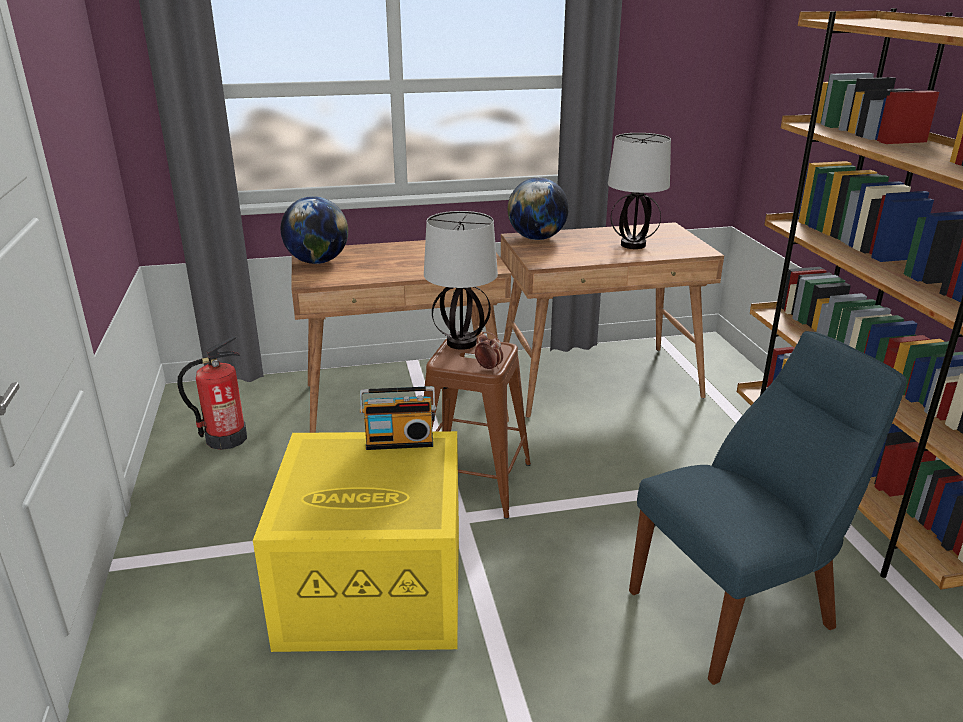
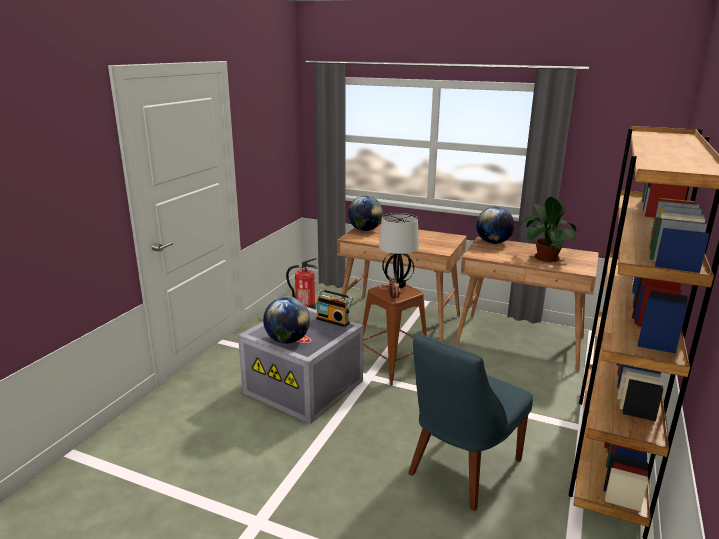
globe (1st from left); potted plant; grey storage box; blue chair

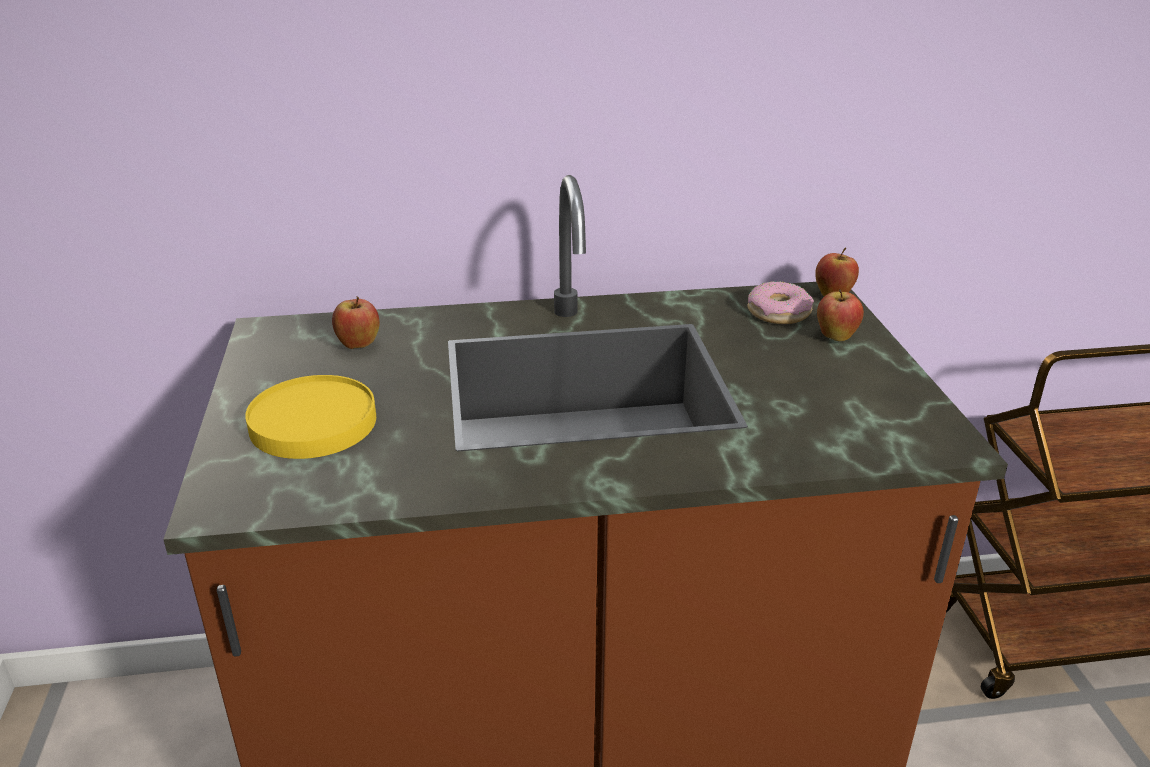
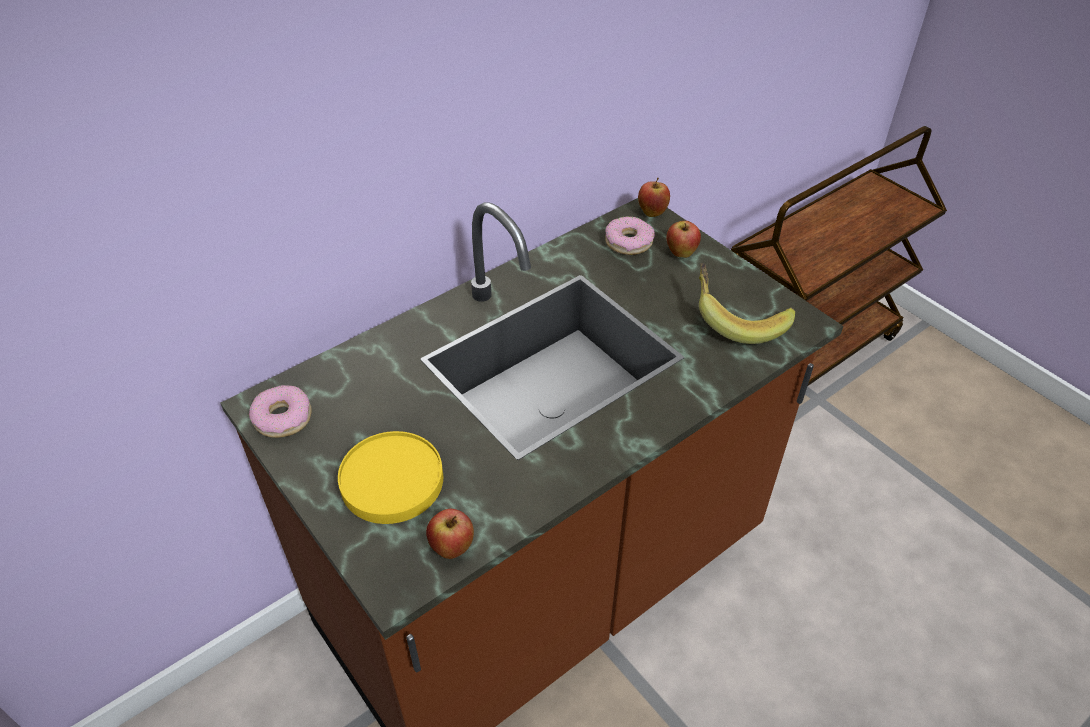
donut (1st from left); banana; apple (1st from left)

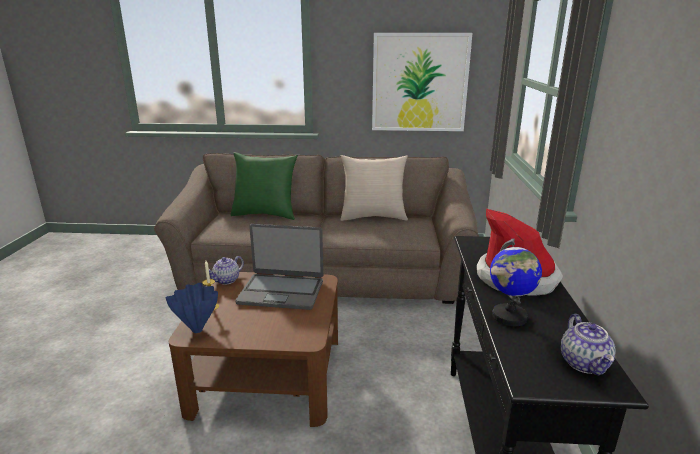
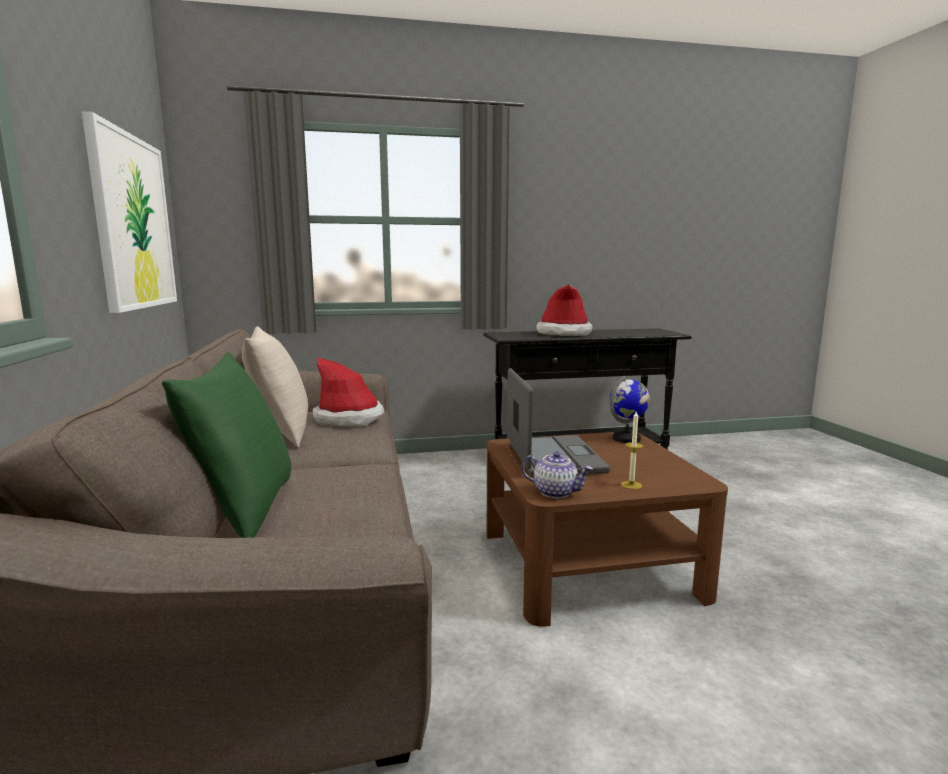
blue vase; teapot (2nd from left in the first image); hat (1st from left); globe

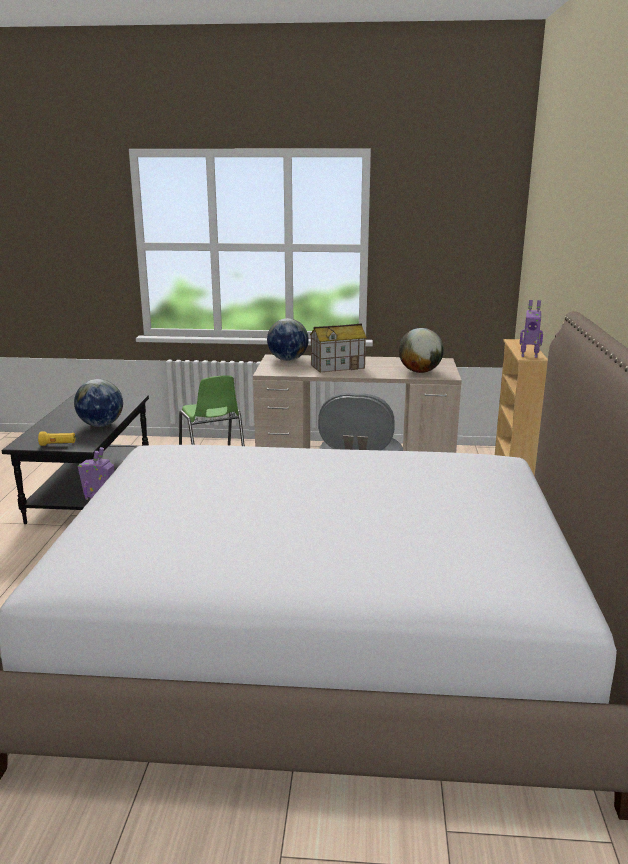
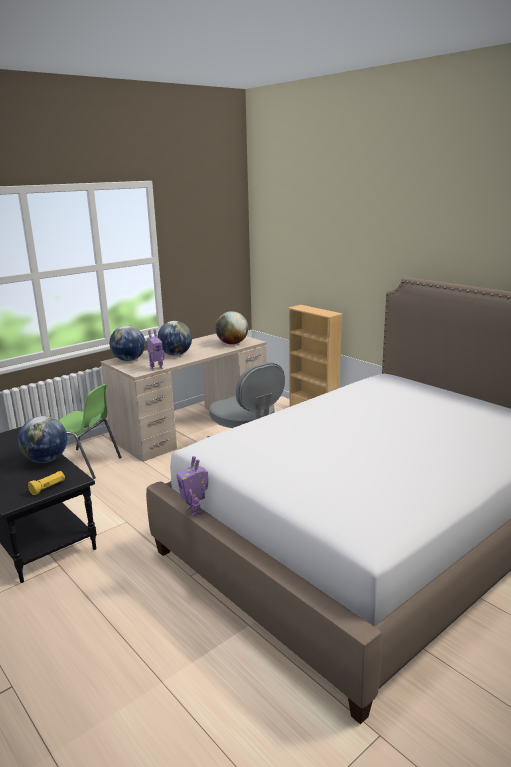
toy robot (1st from left); globe (3rd from left)

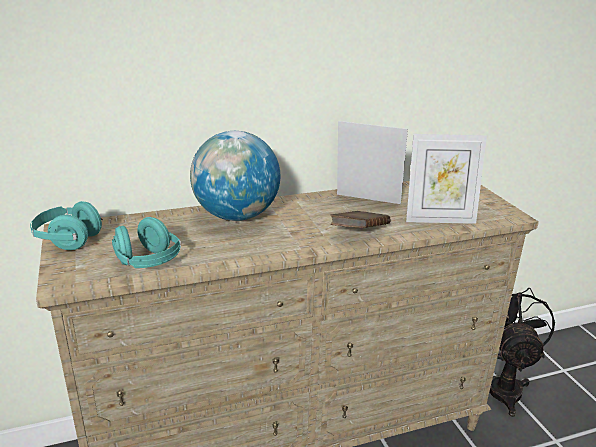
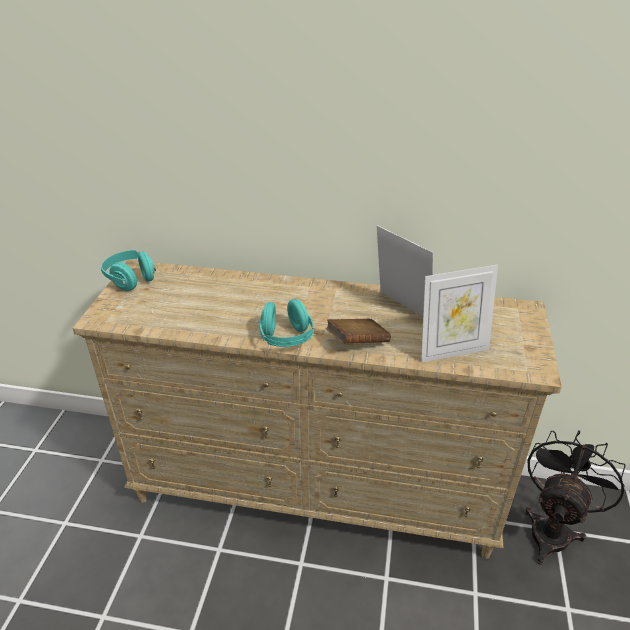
globe; turquoise headphones (2nd from left); picture frame (2nd from left)

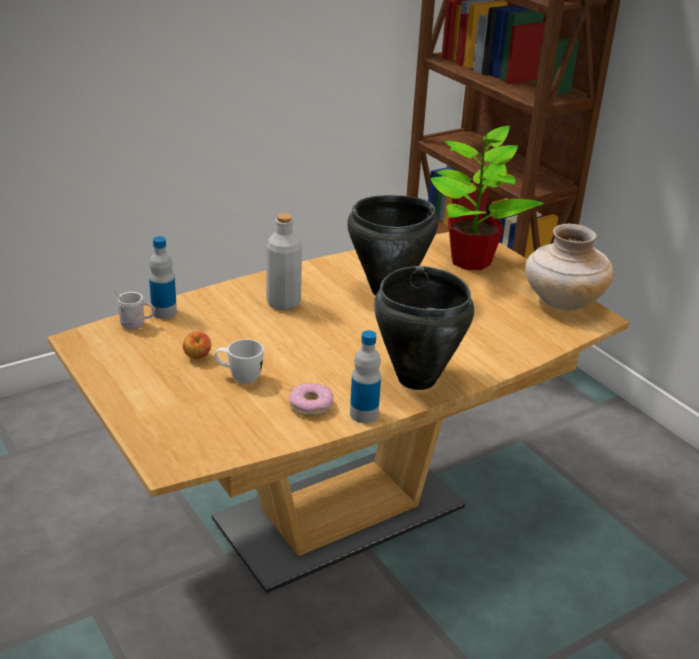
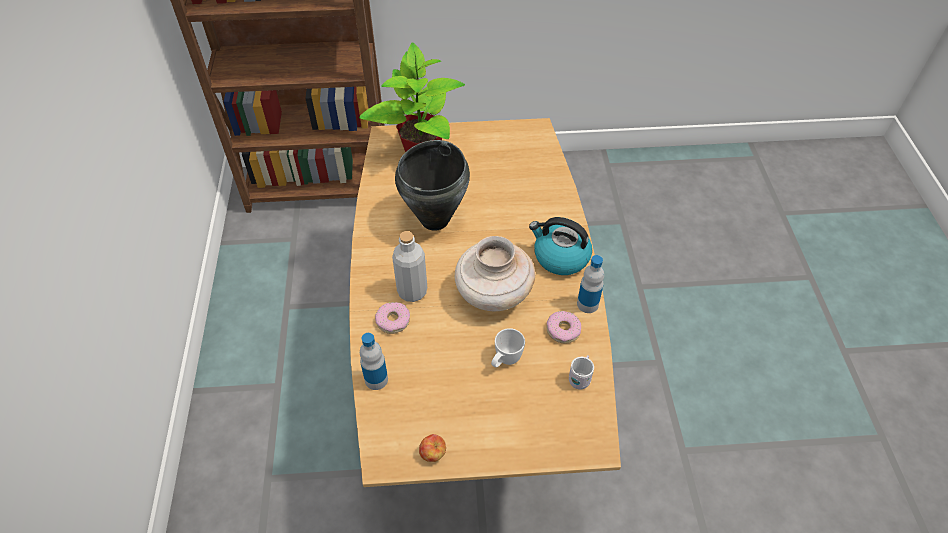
donut (1st from left); white mug (2nd from left); apple; beige vase; kettle

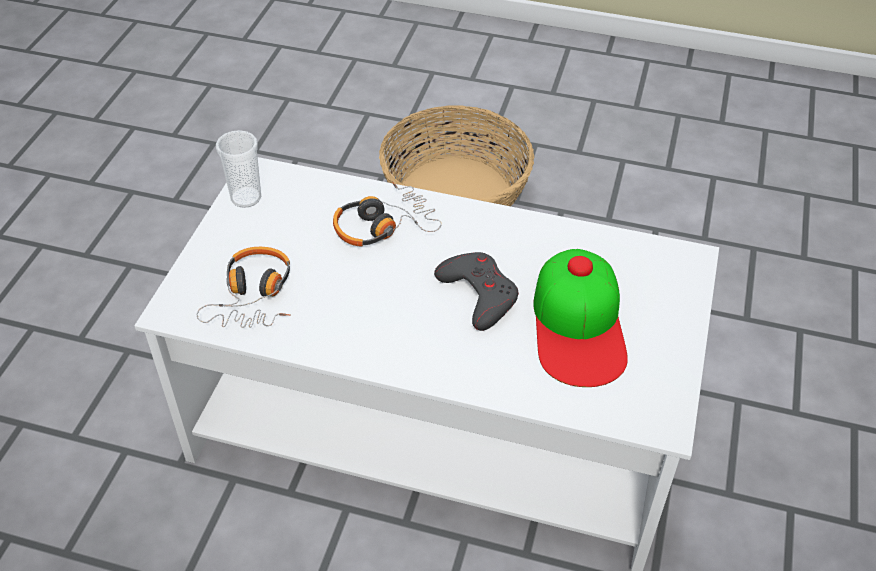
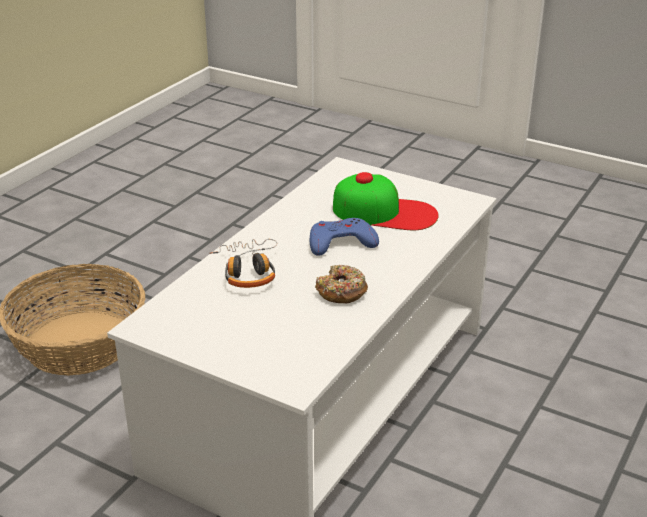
headphones (1st from left in the first image); cup; donut; blue game controller

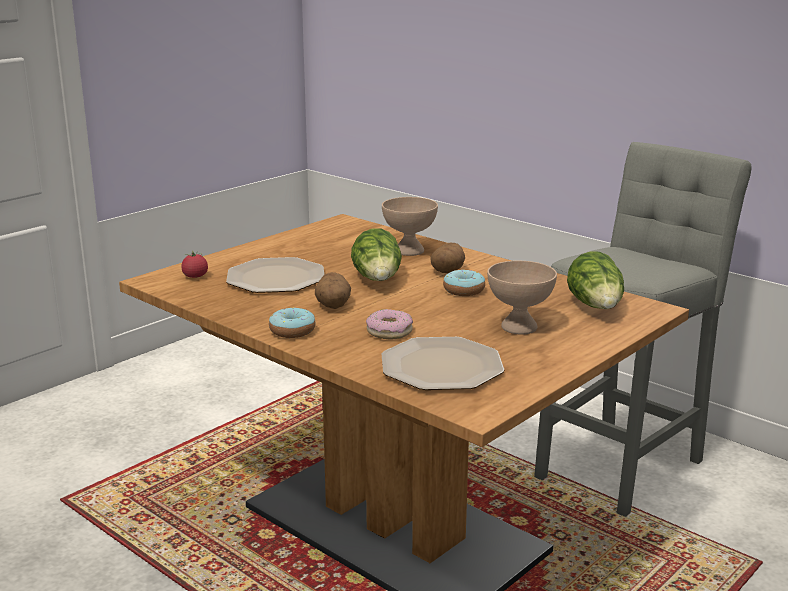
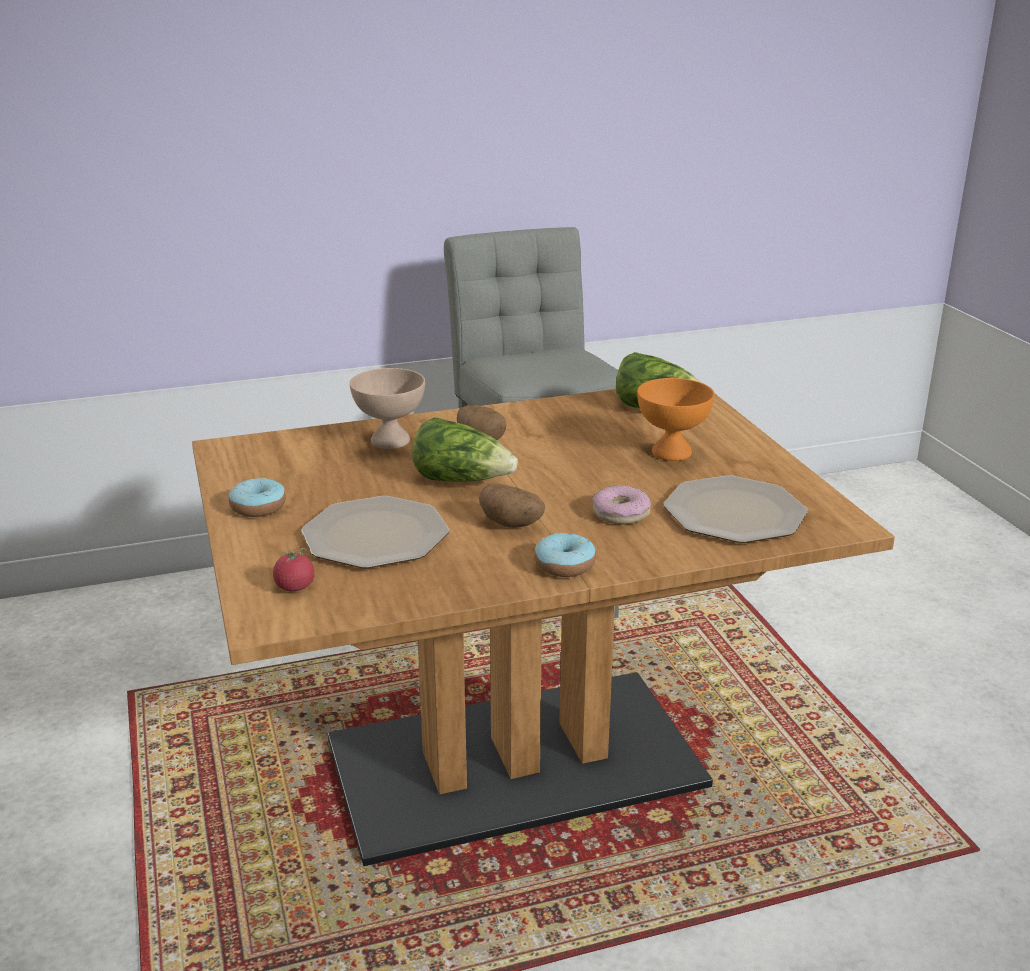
donut (1st from left); orange bowl

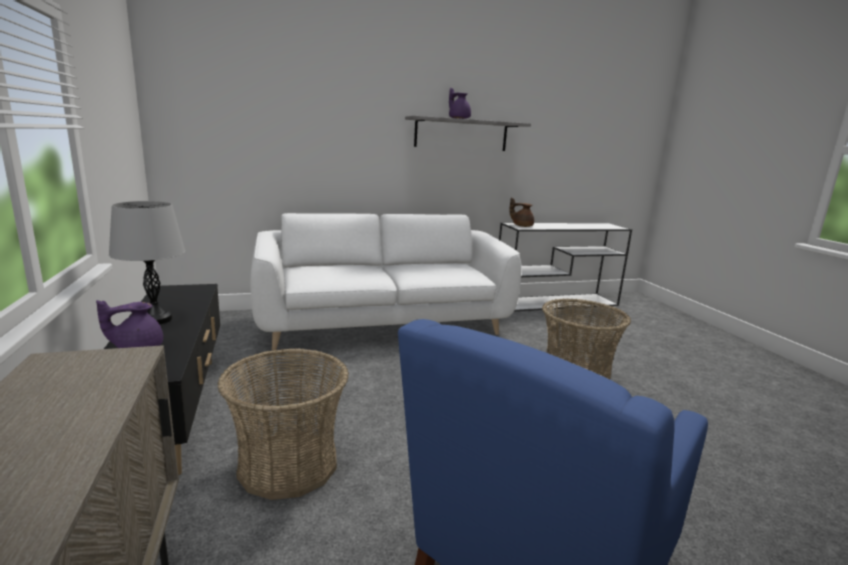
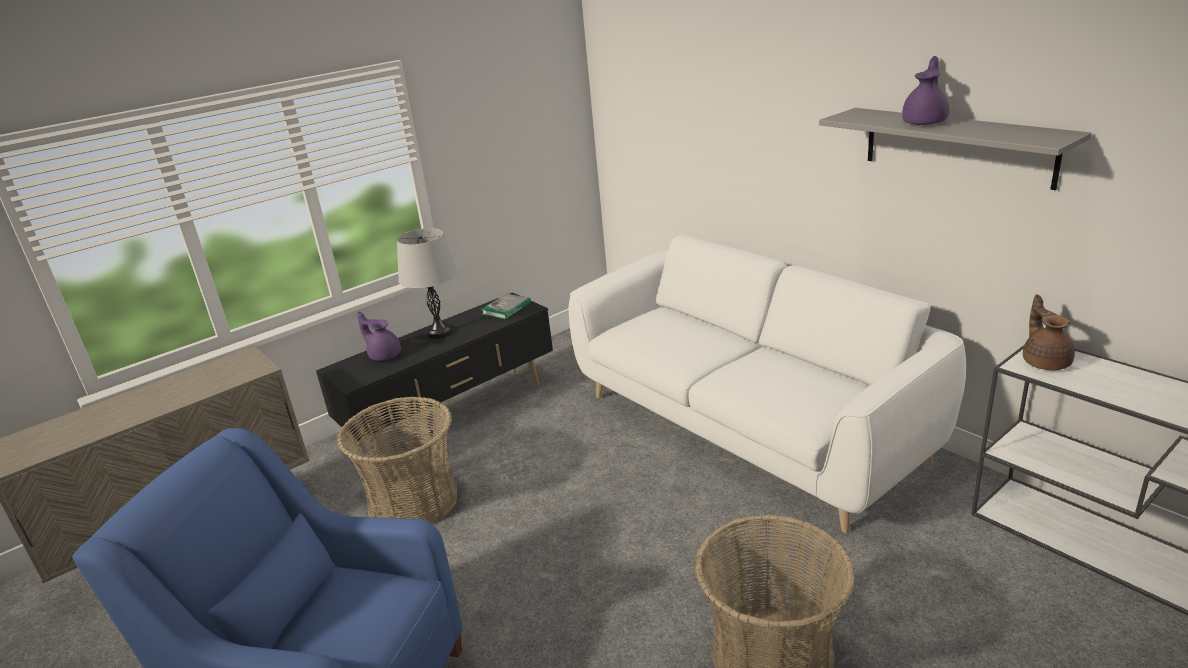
book

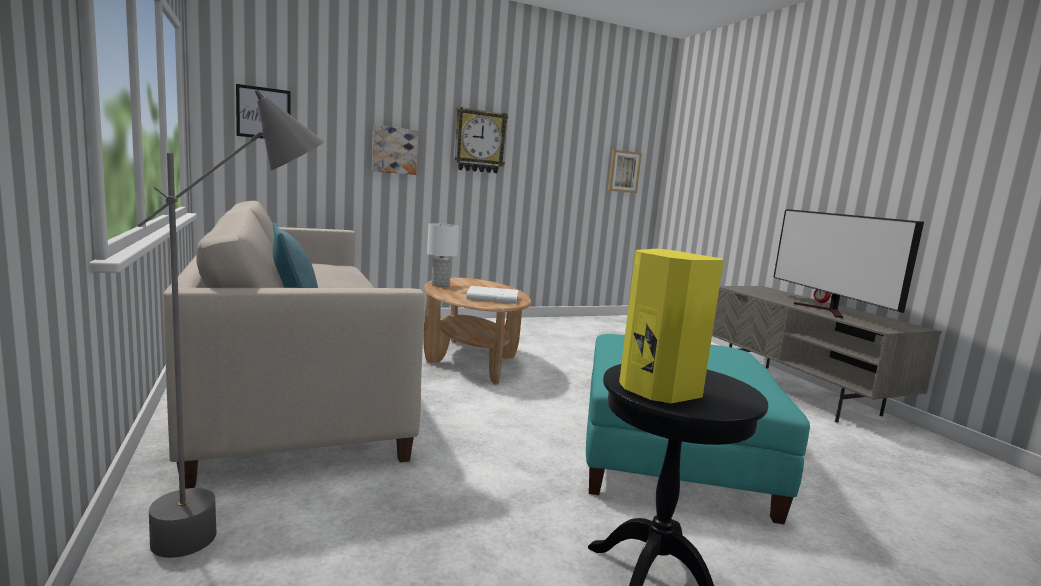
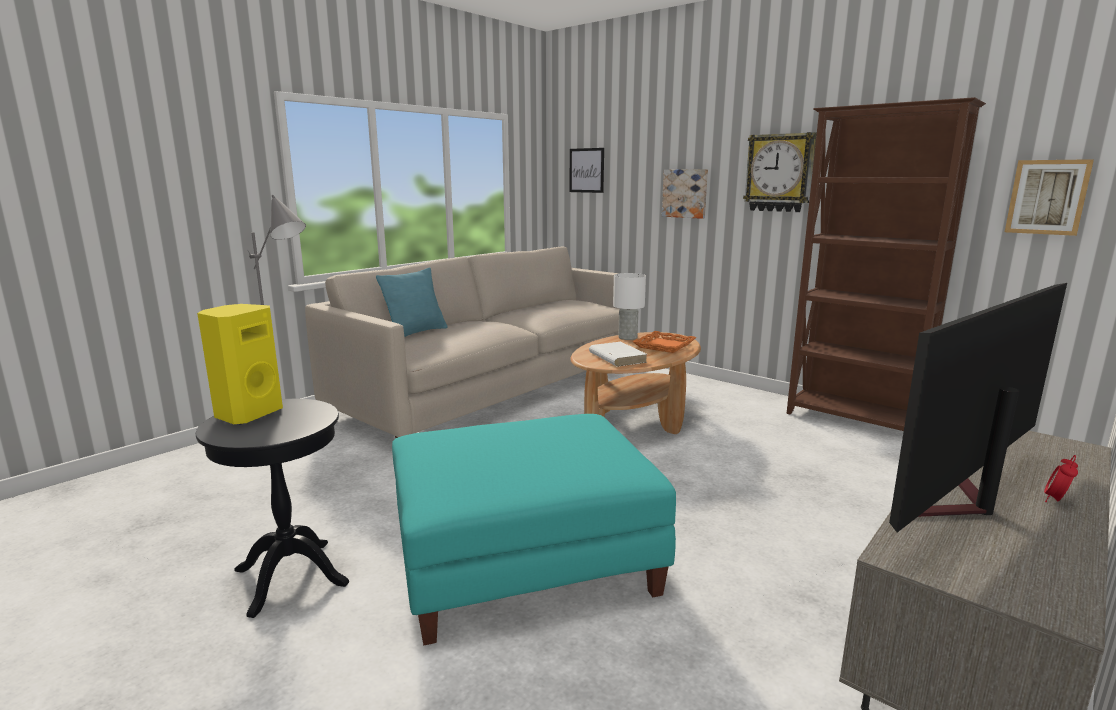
orange tray; brown bookcase

